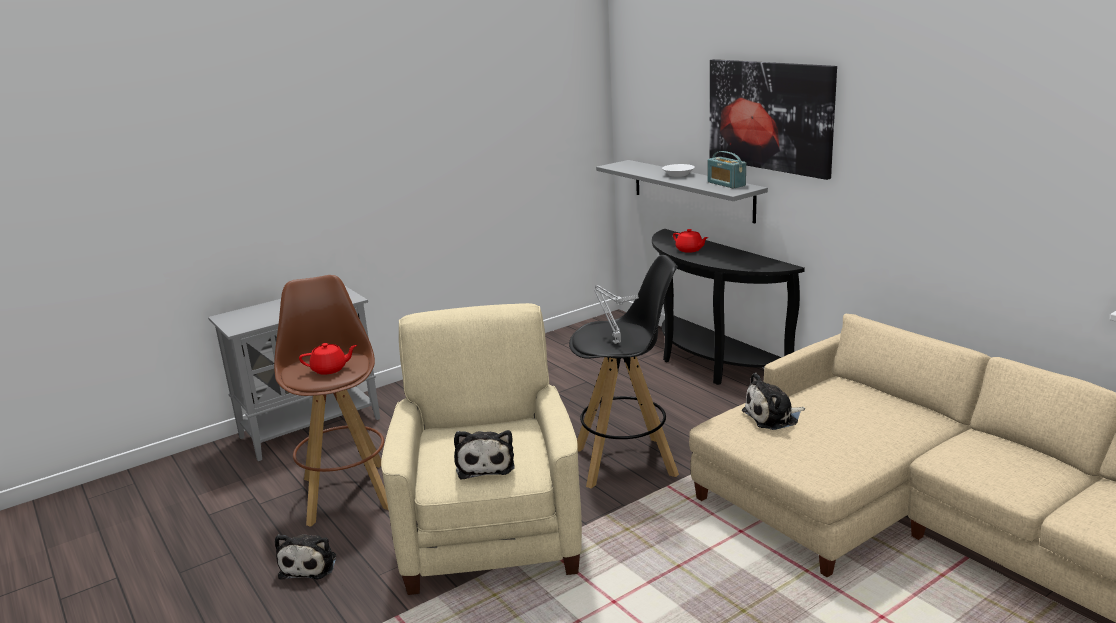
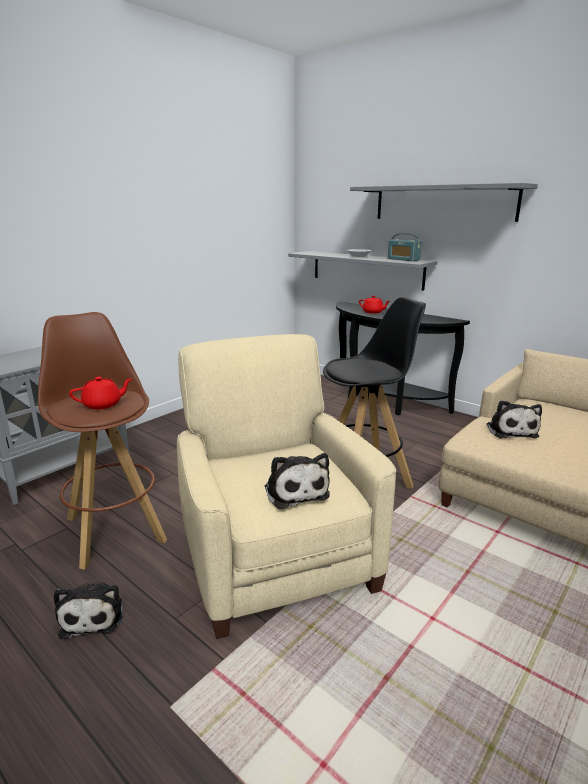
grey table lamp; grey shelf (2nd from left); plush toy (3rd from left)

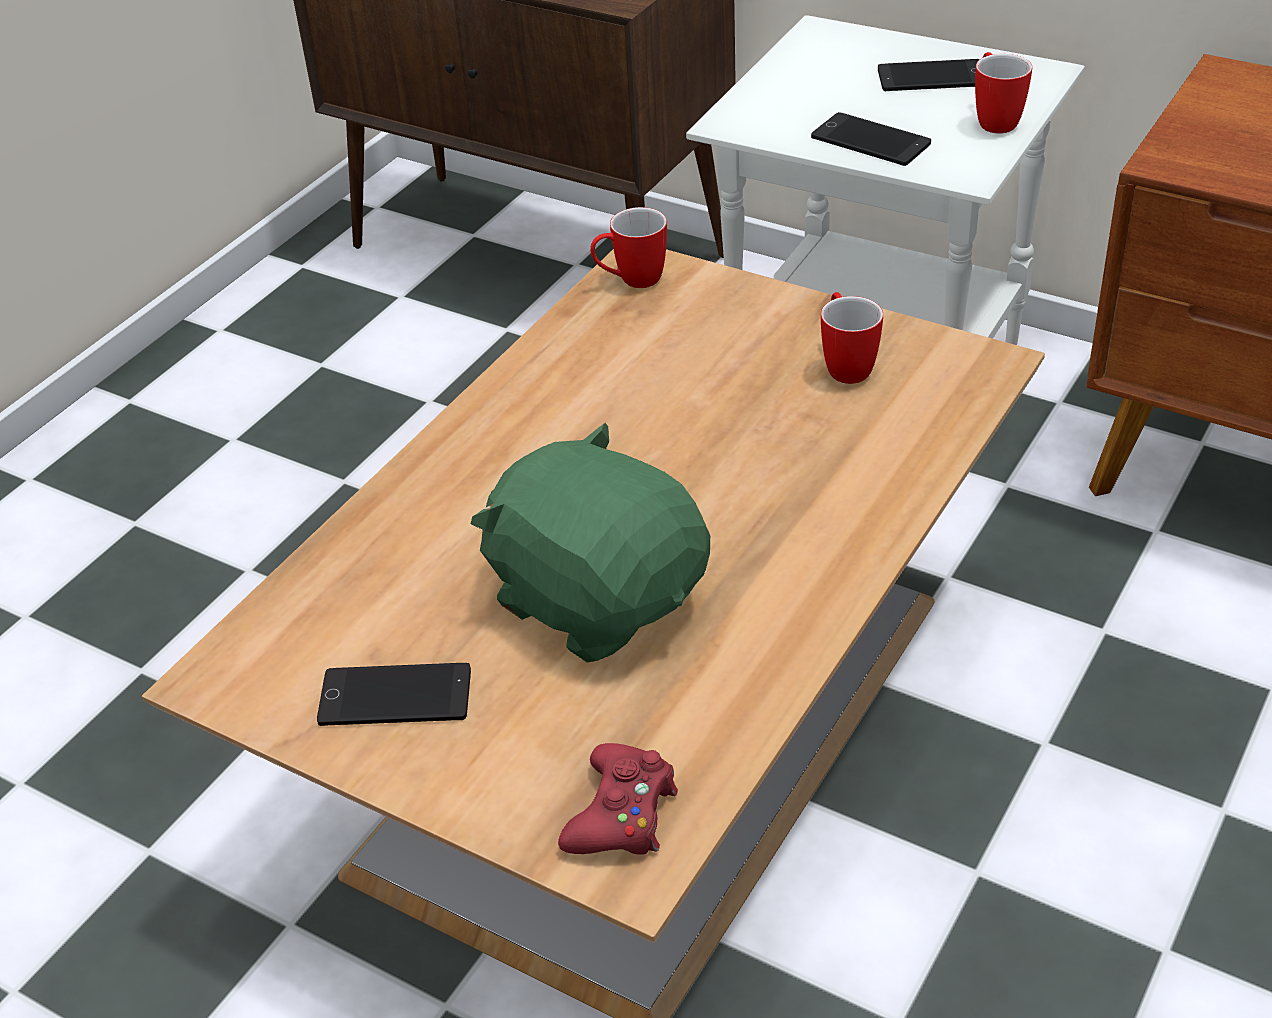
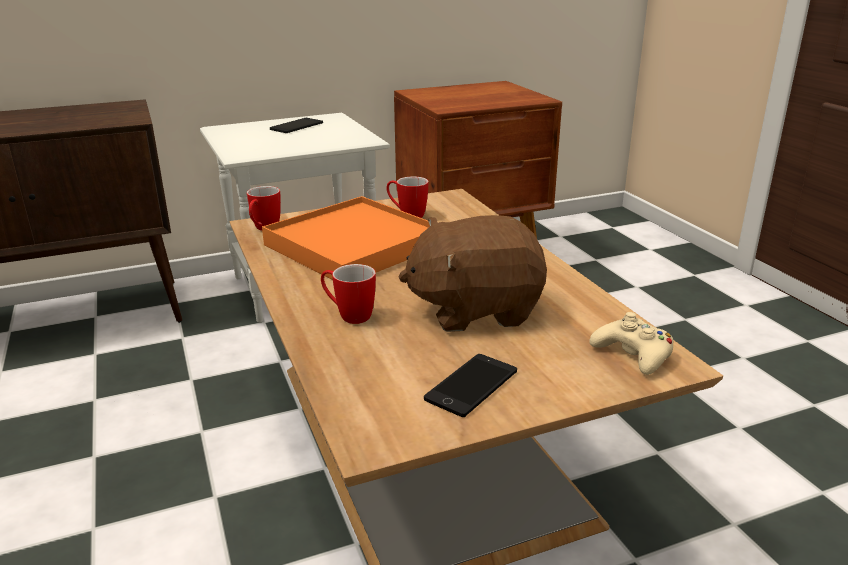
phone (2nd from left in the first image); orange tray; mug (2nd from left); brown plush toy; beige game controller

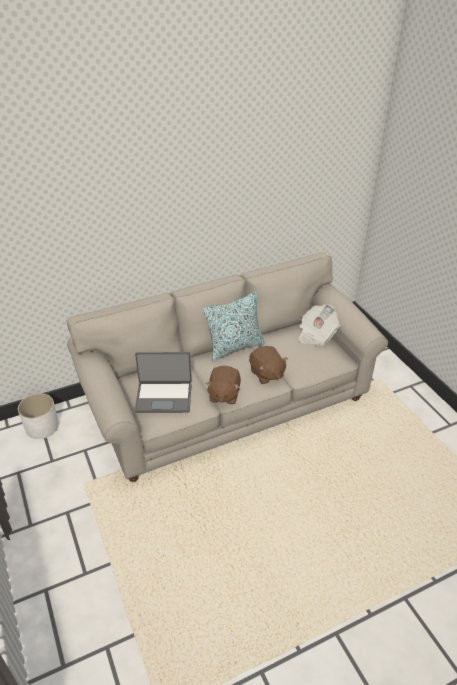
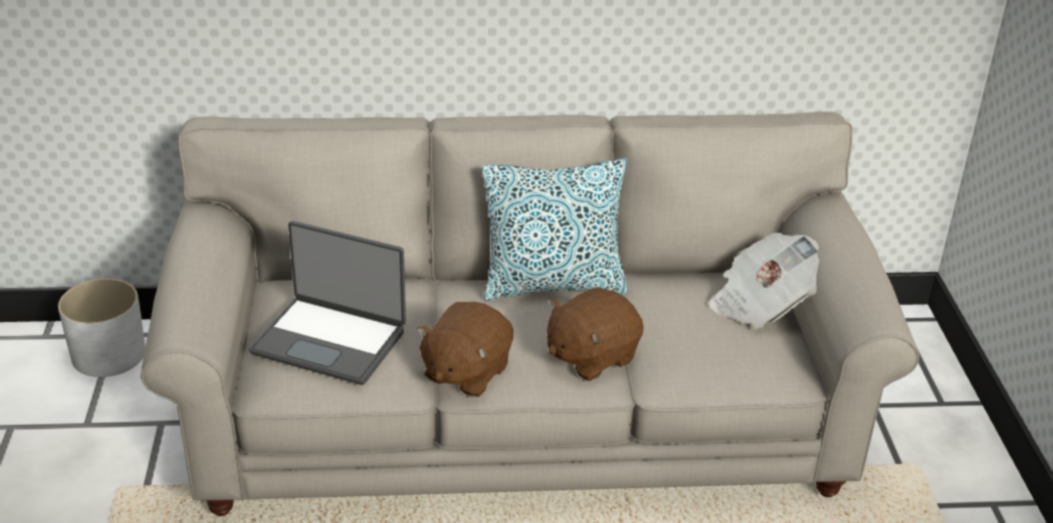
brown plush toy (2nd from left)

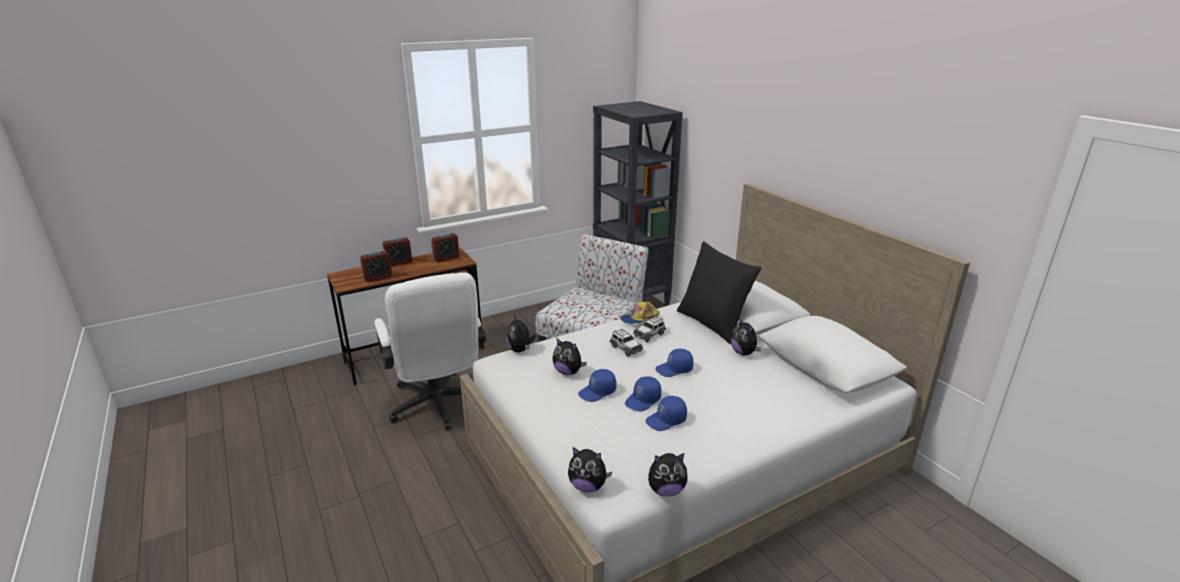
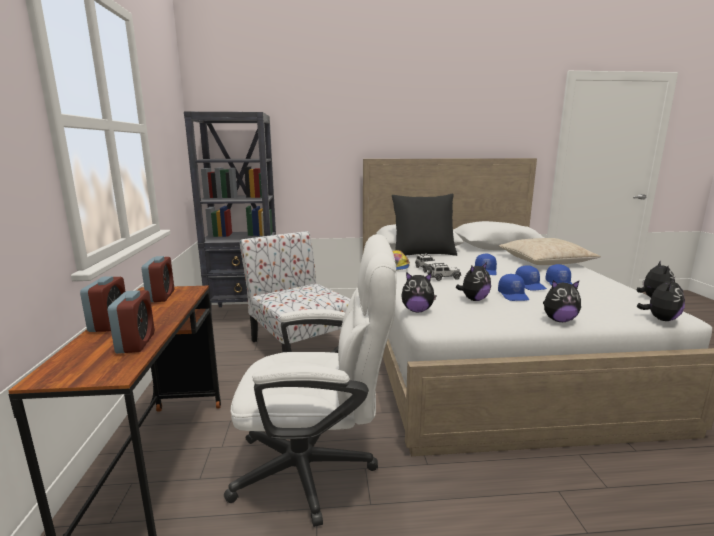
beige pillow; plush toy (3rd from left)

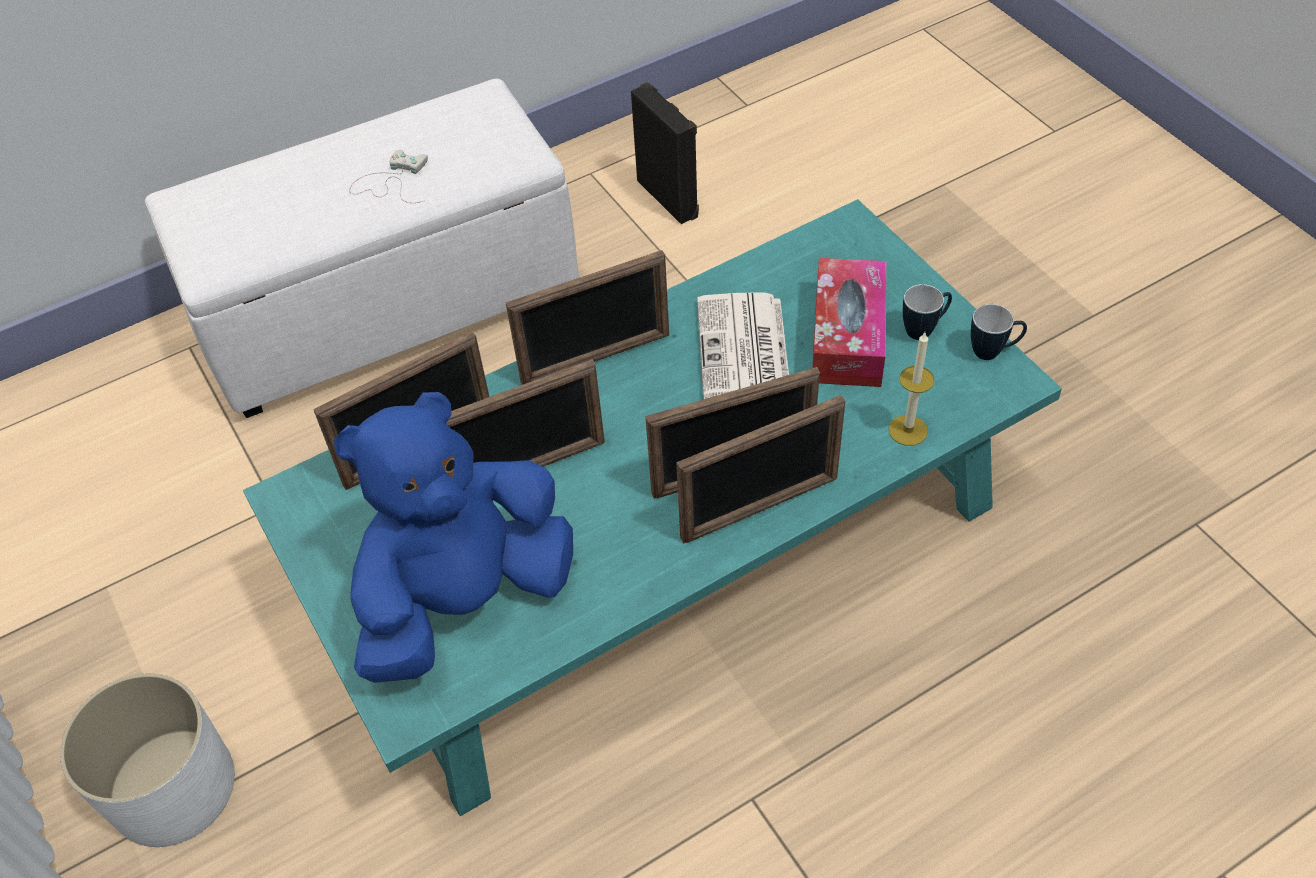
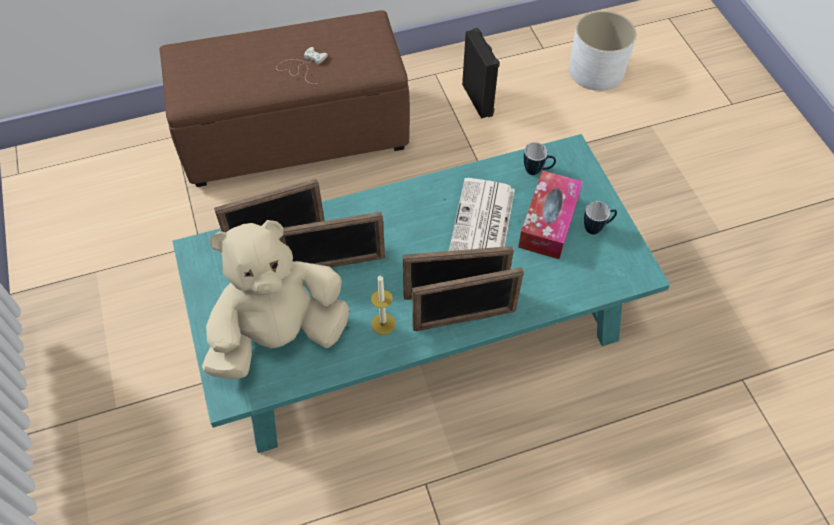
picture frame (3rd from left in the first image); white planter; candle; mug (1st from left); brown ottoman; beige plush toy

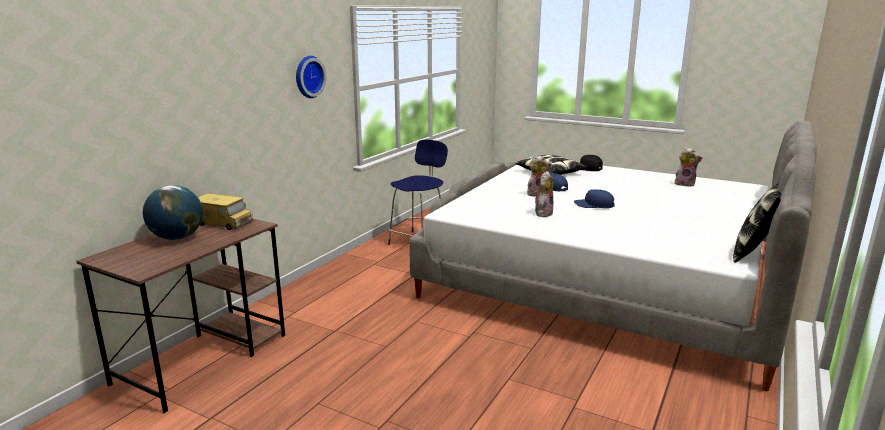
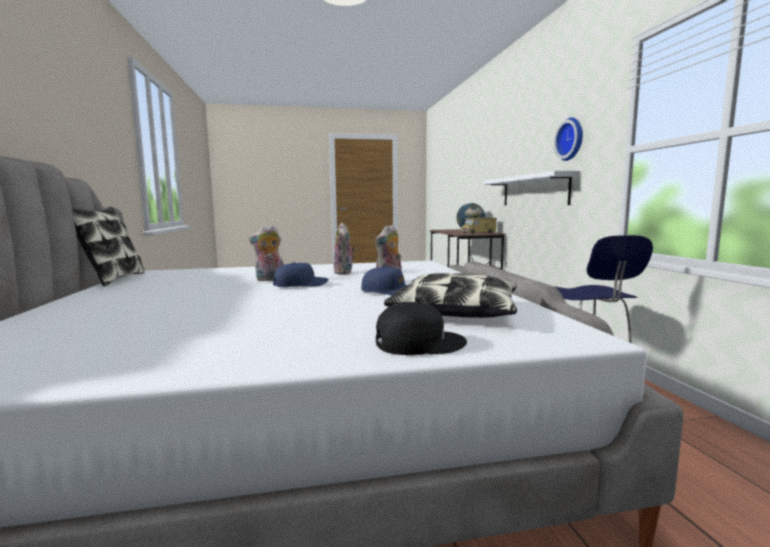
white shelf; plush toy (1st from left)

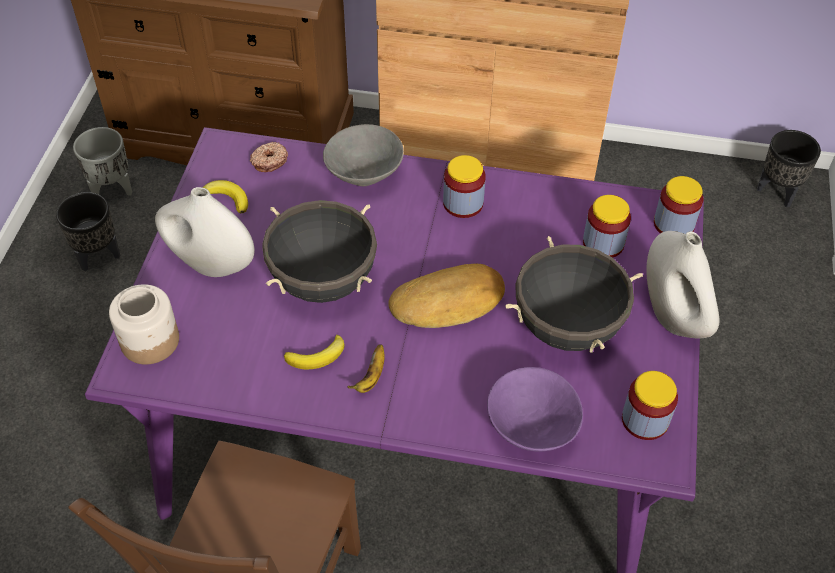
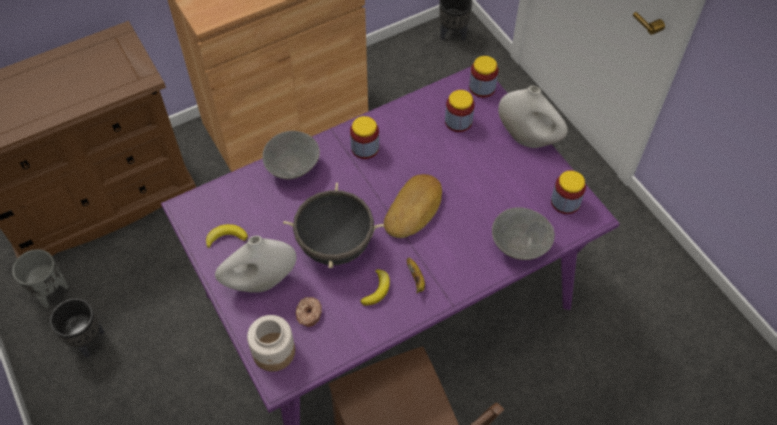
black cooking pot (2nd from left in the first image); donut; grey bowl (2nd from left)

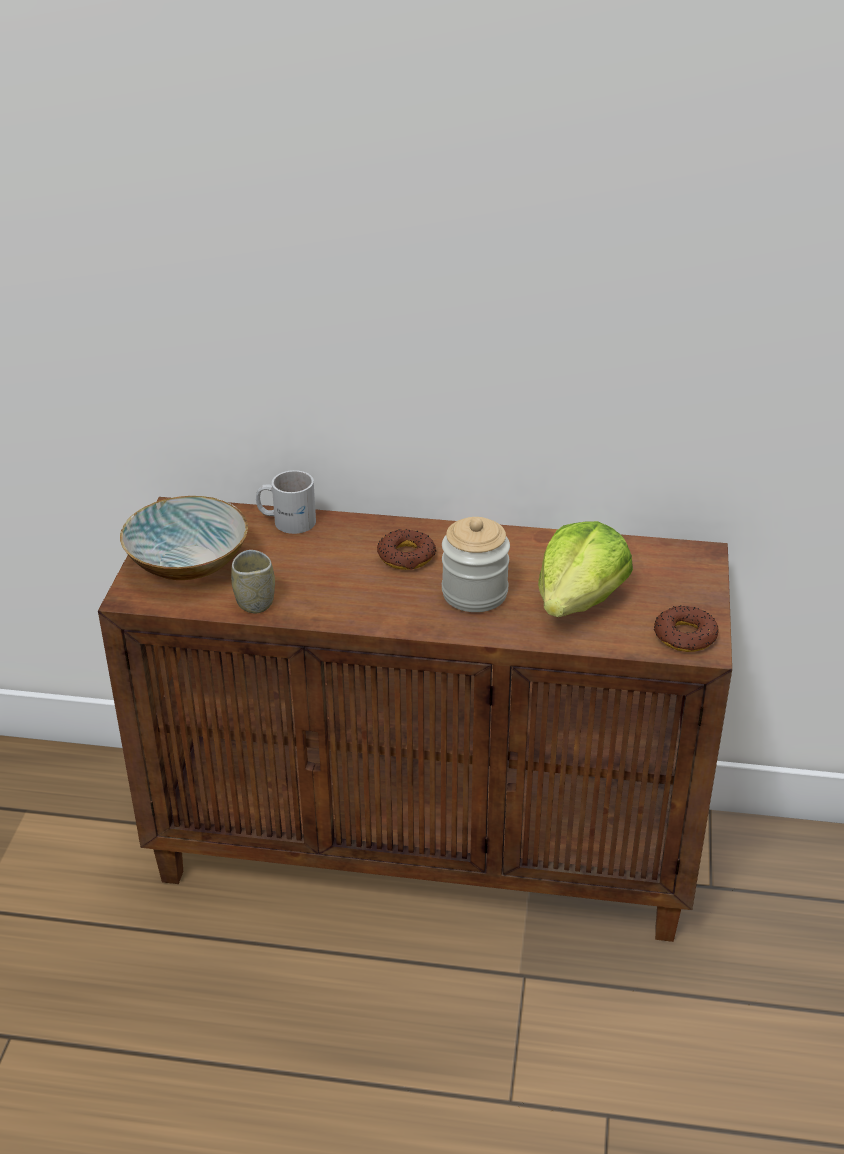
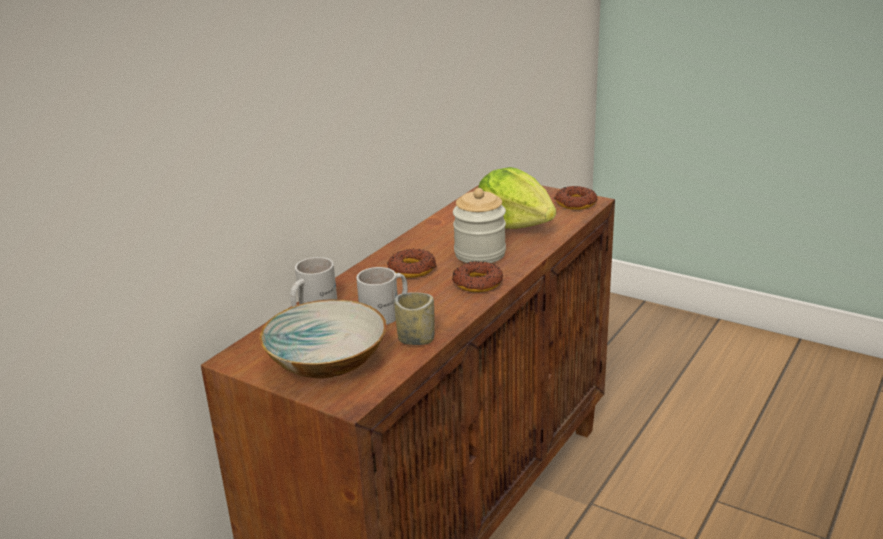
white mug (2nd from left); donut (2nd from left)

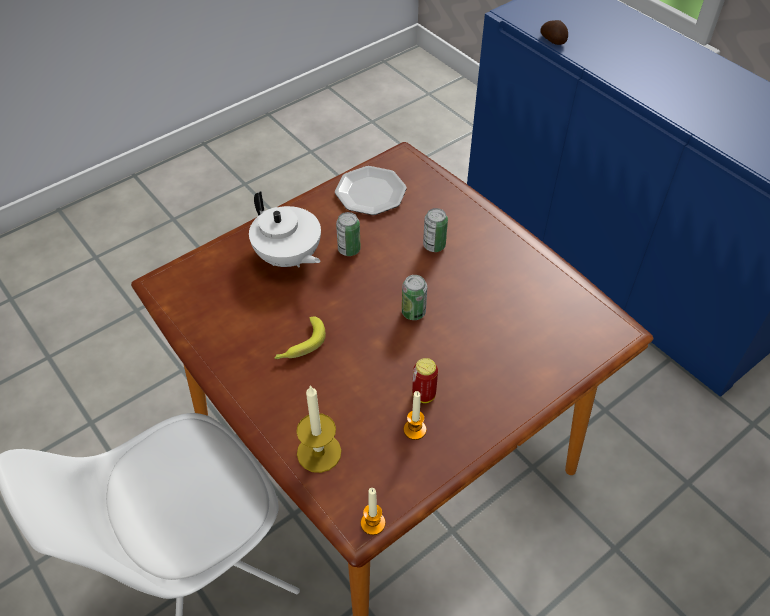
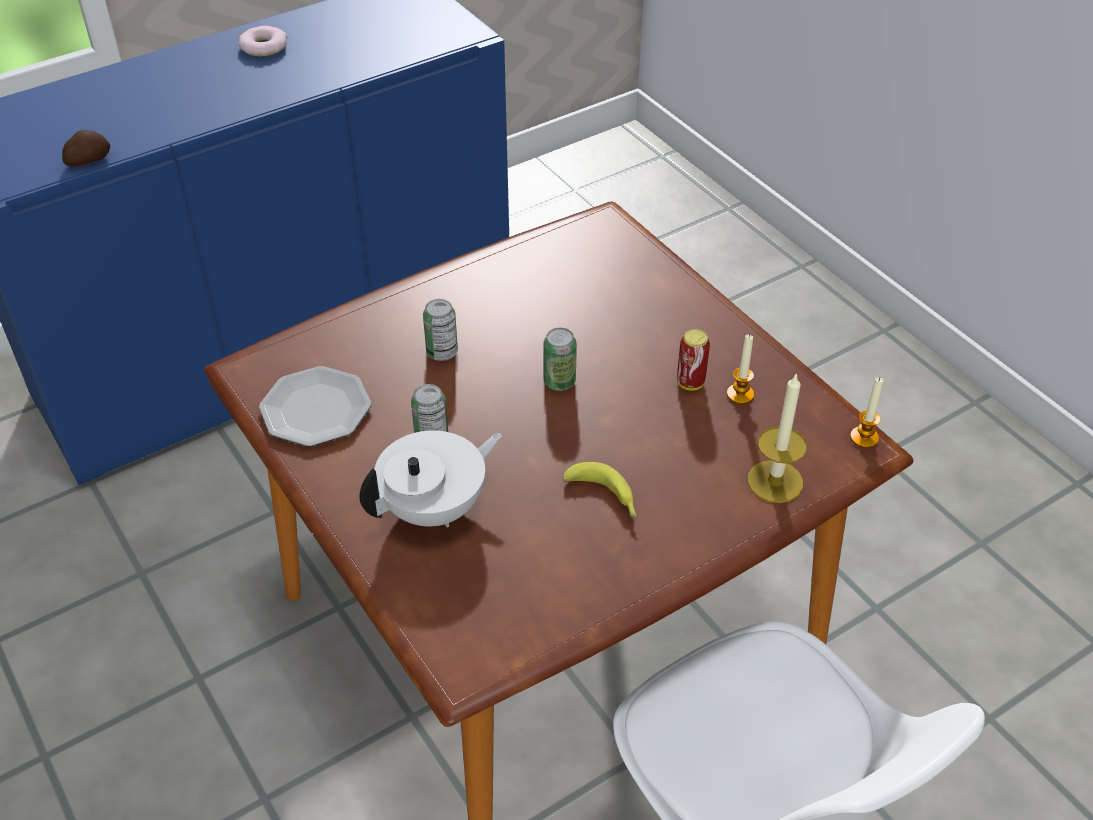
donut

